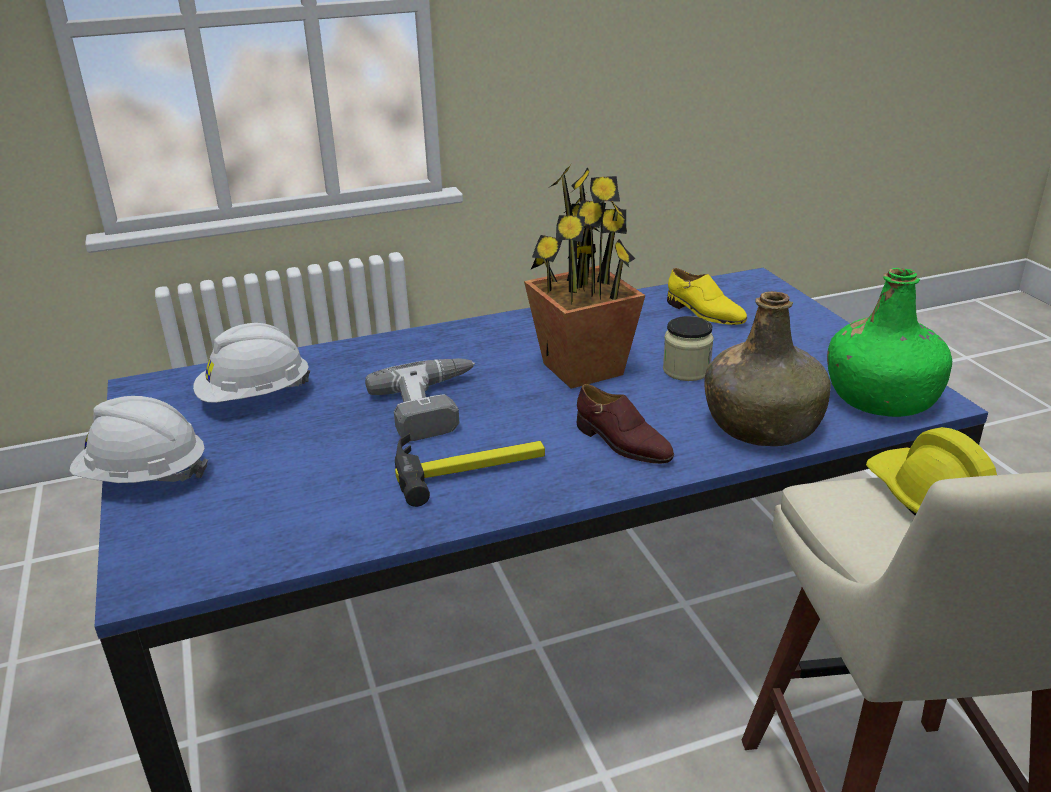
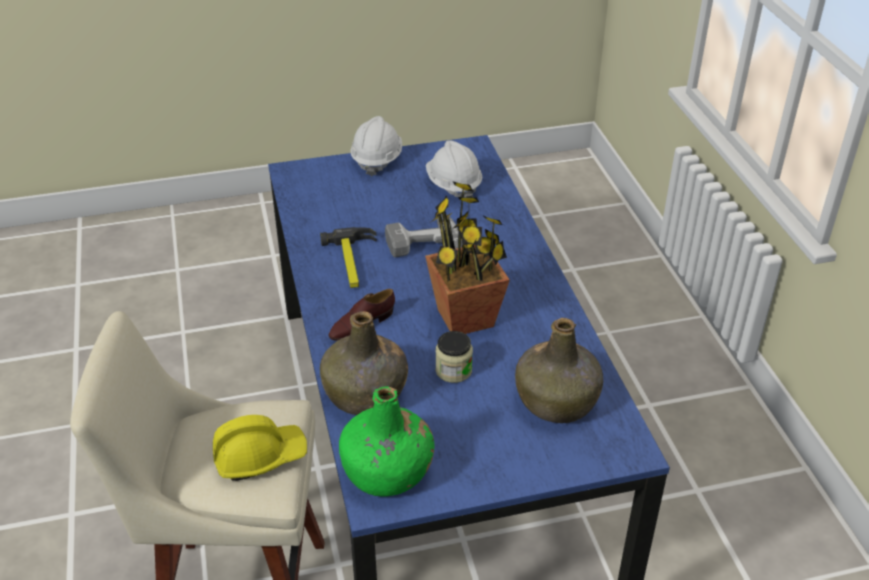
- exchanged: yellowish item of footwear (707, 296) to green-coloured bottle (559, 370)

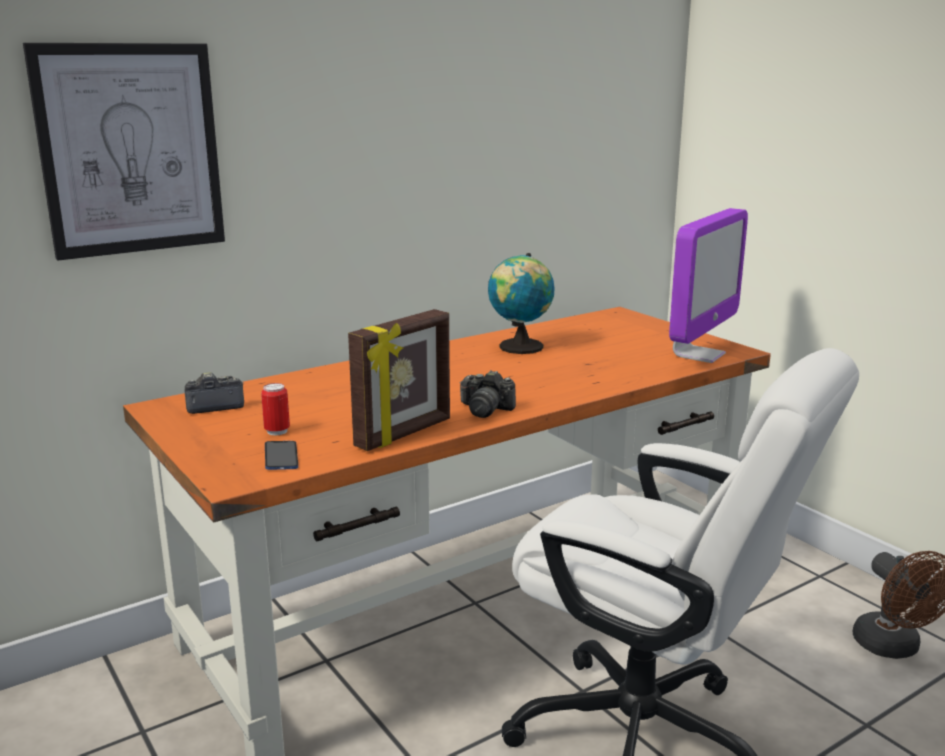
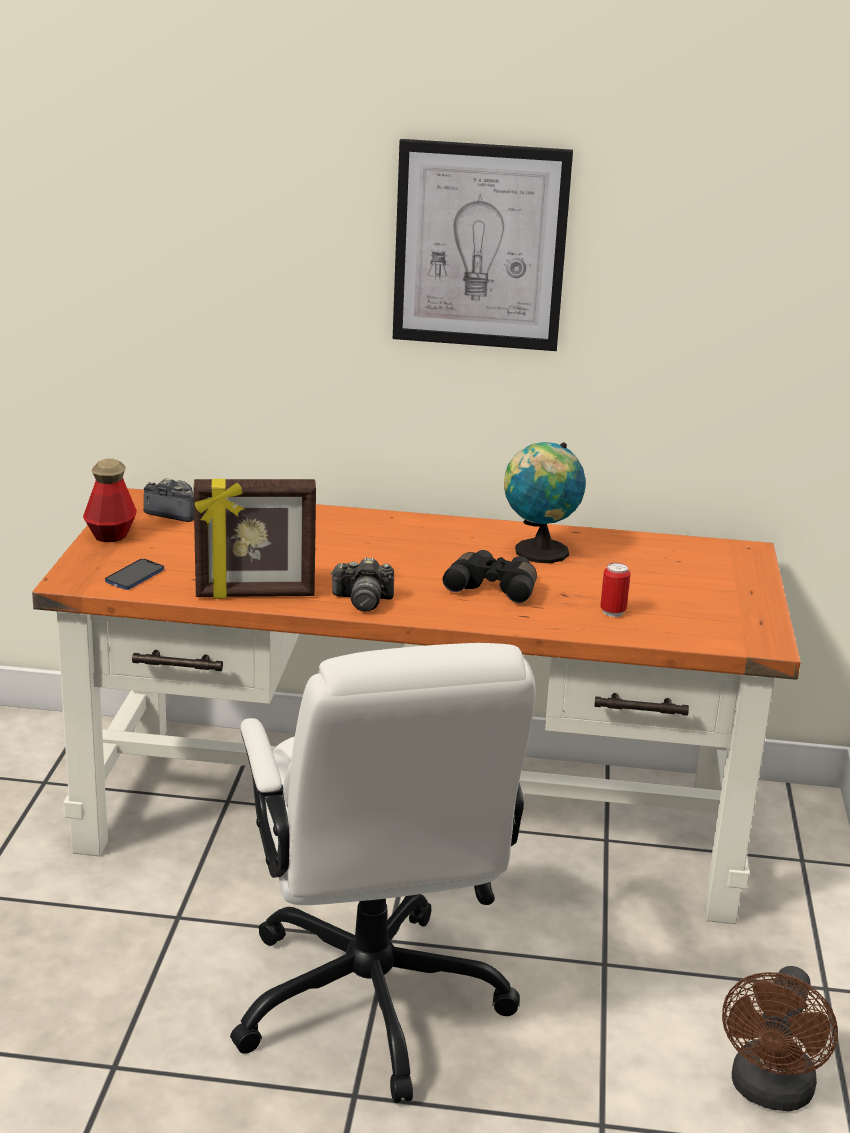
- missing: computer screen (708, 285)
- appeared: bottle (110, 500)
- appeared: black field glasses (490, 576)
- relocated: wall picture (124, 151) to (483, 245)
- relocated: sealed can (275, 409) to (615, 590)
- spun: still camera (487, 394) = (362, 584) 60 degrees counterclockwise

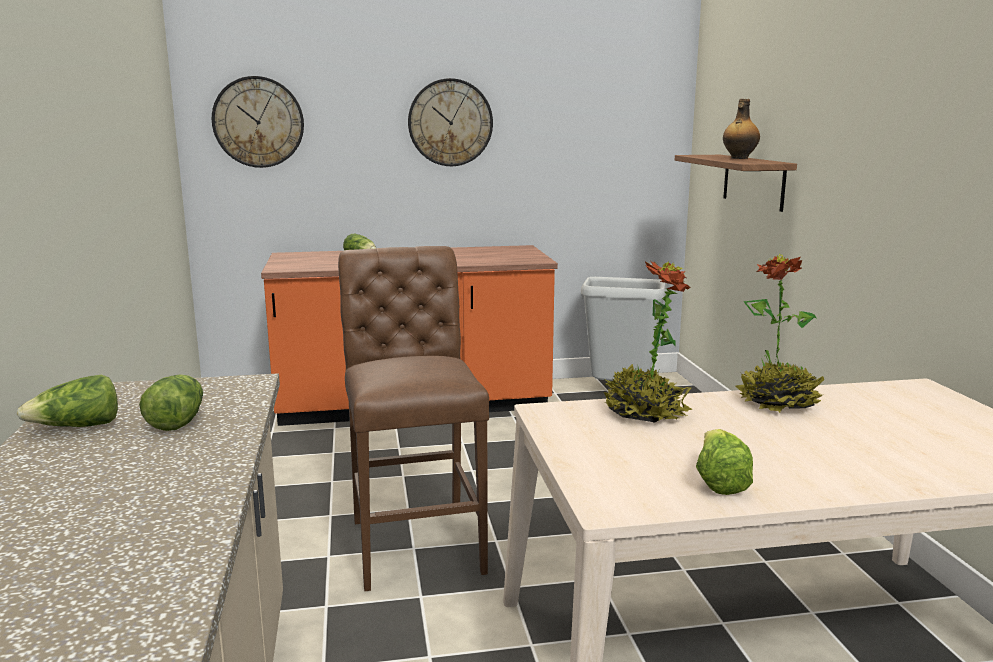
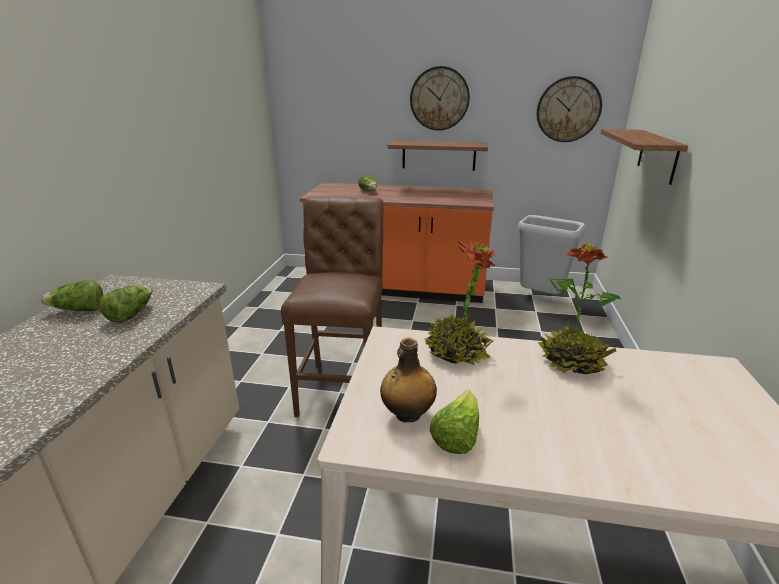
- appeared: bracket shelf (437, 155)
- relocated: wall clock (258, 122) to (569, 109)
- relocated: bottle (741, 129) to (408, 380)

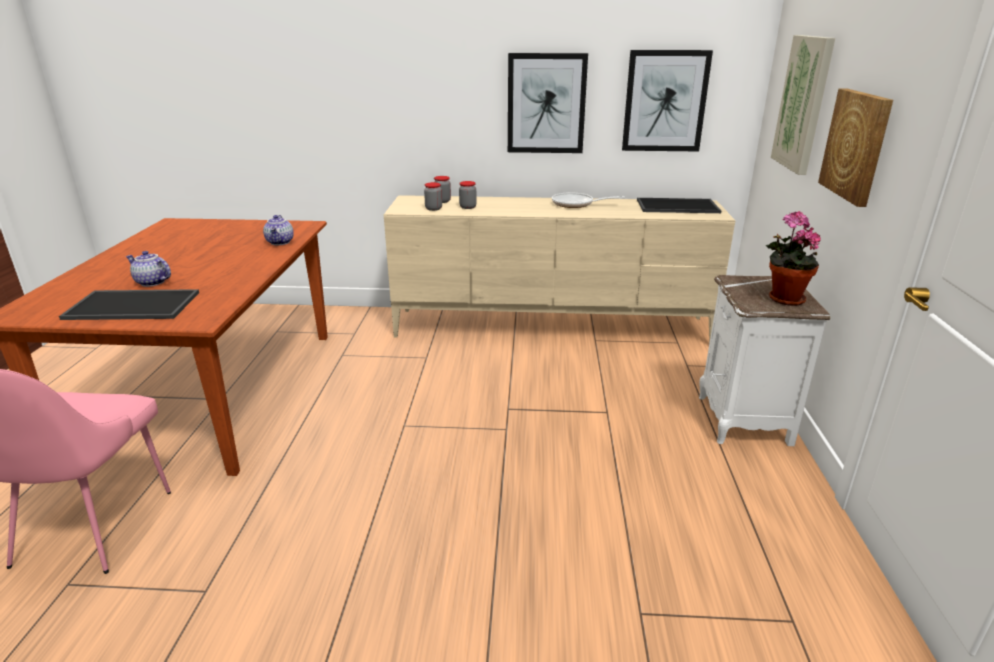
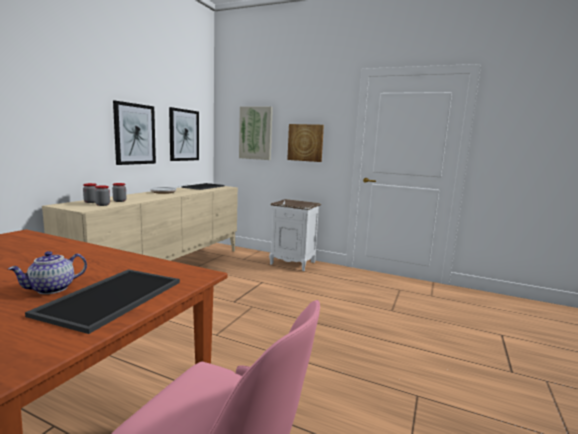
- missing: tea pot (278, 230)
- missing: houseplant (793, 258)

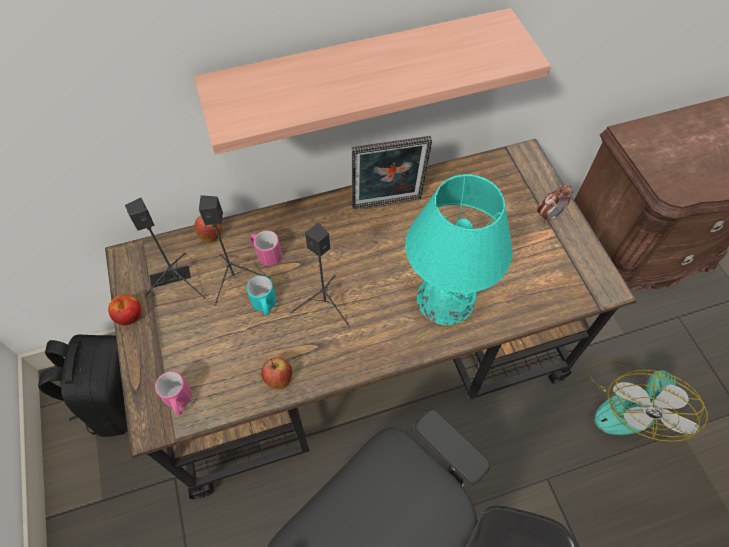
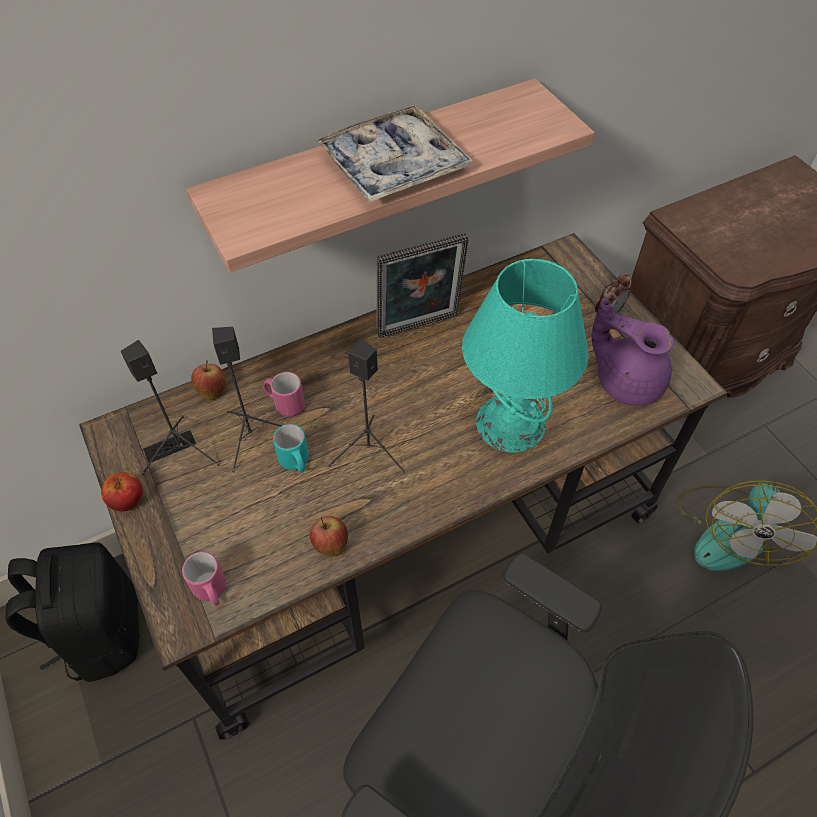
- appeared: serving tray (394, 153)
- appeared: purplish tea pot (632, 352)

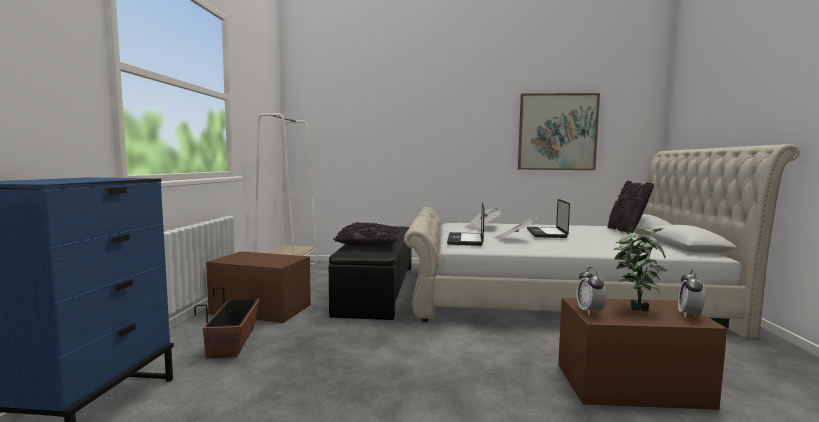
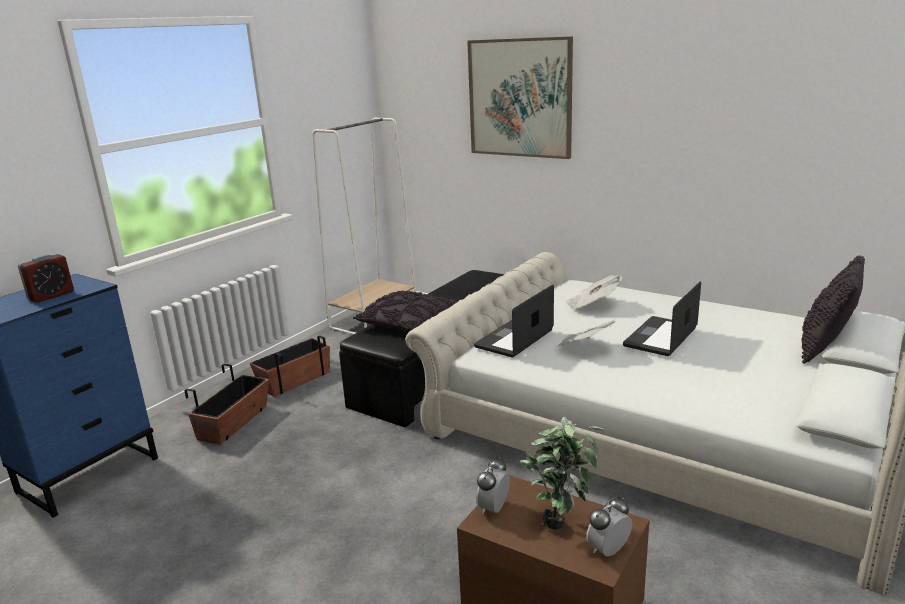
- appeared: bedside clock (46, 278)
- relocated: wall picture (559, 131) to (520, 97)
- exchanged: brown storage box (258, 287) to plant pot (290, 366)

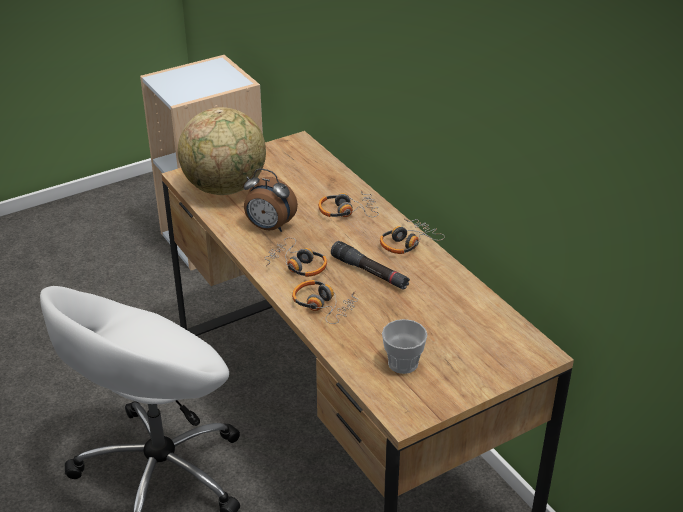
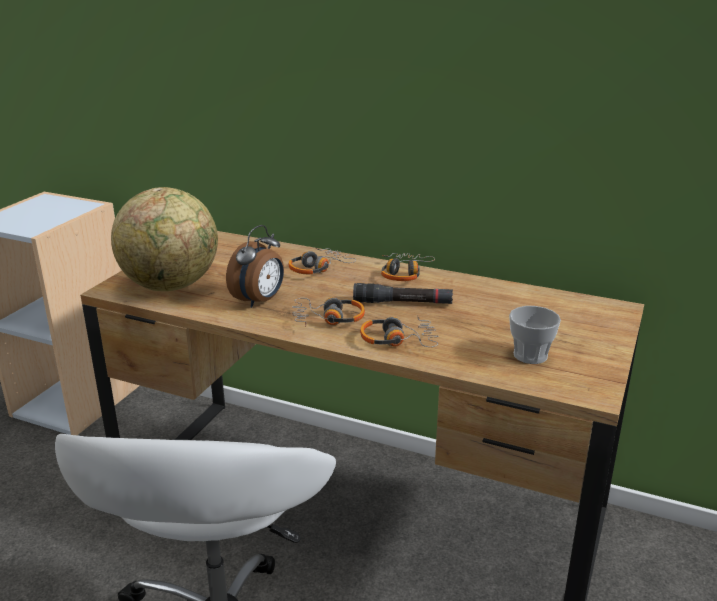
- spun: bedside clock (271, 200) = (255, 266) 45 degrees counterclockwise

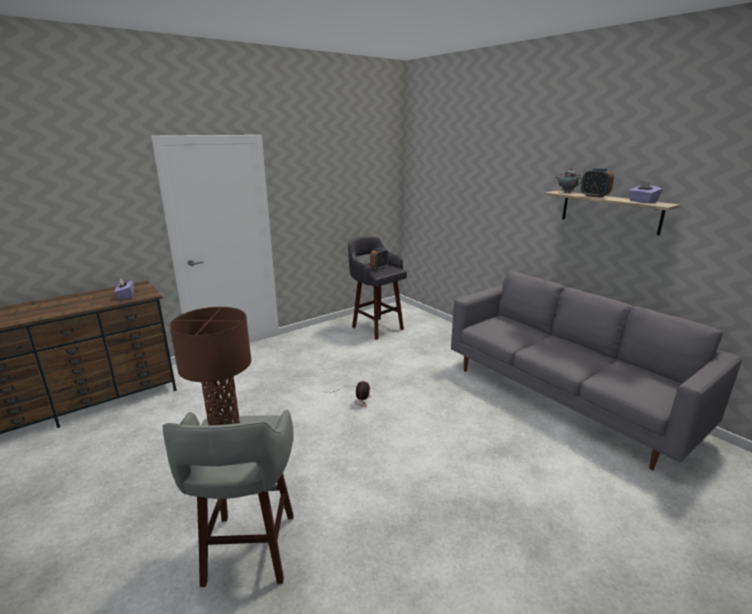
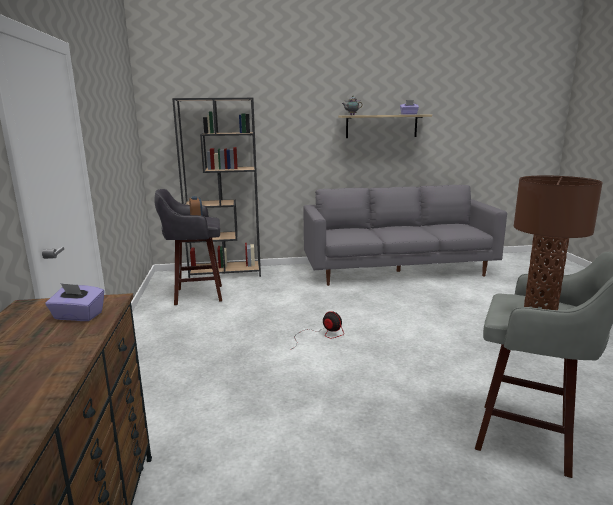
- missing: bedside clock (597, 183)
- appeared: bookcase (216, 188)

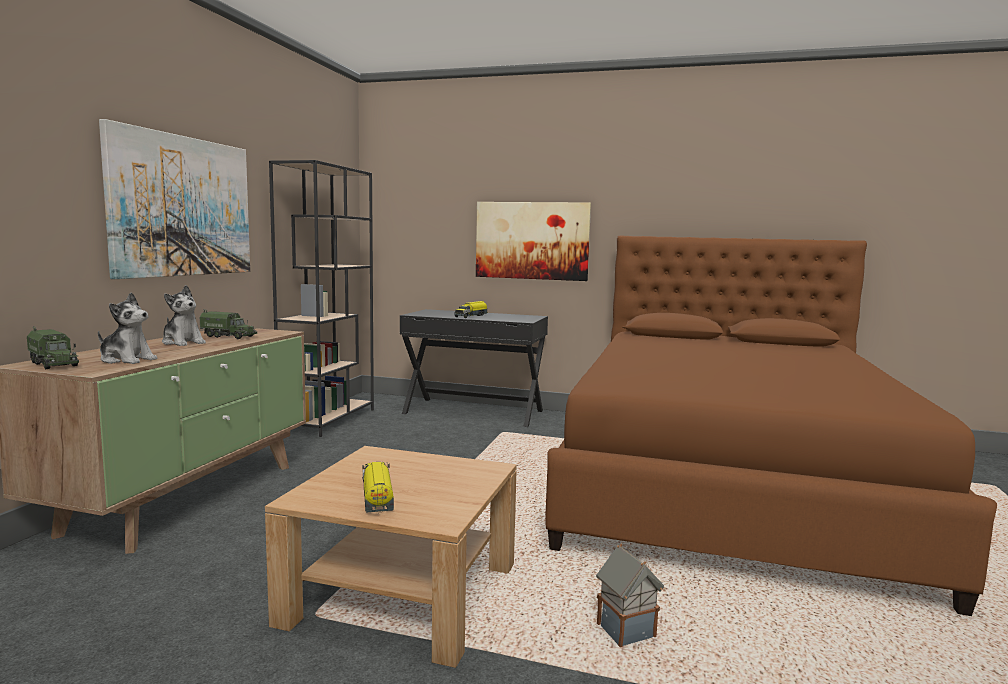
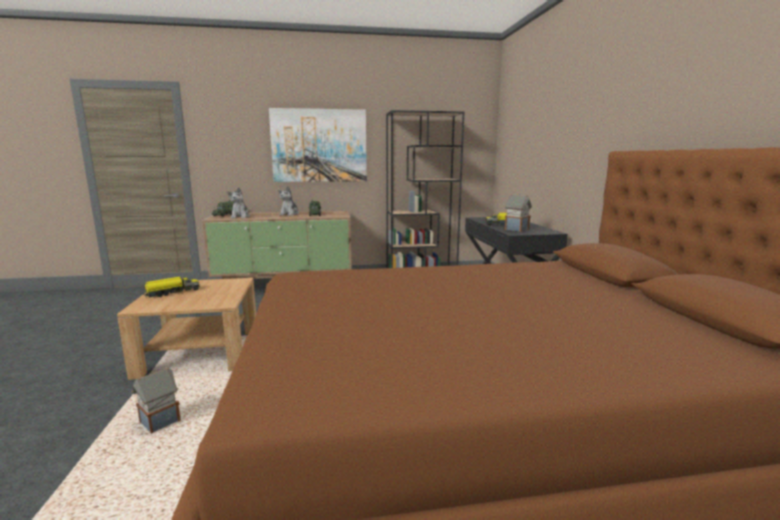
- missing: wall picture (533, 241)
- appeared: miniature house (518, 213)

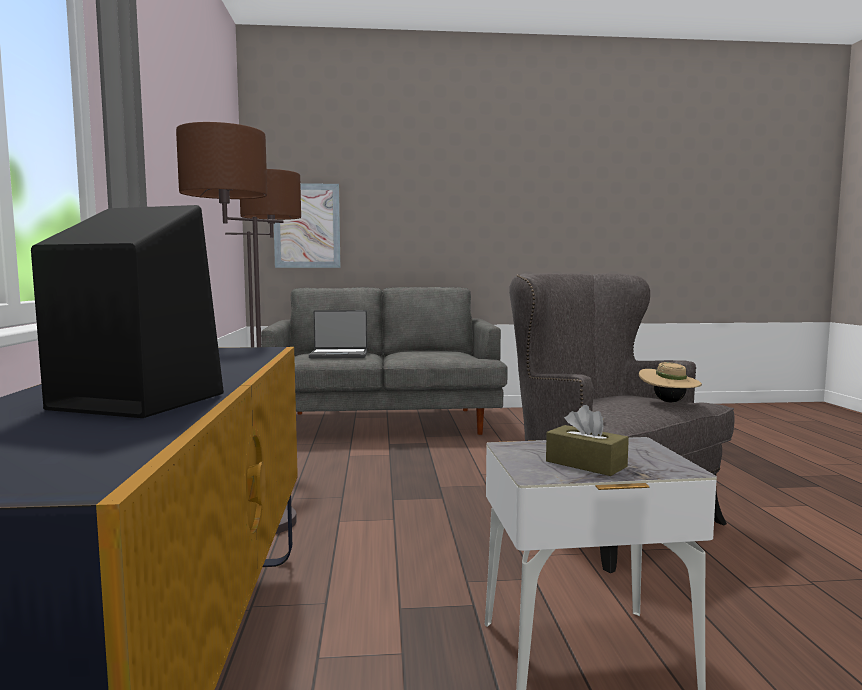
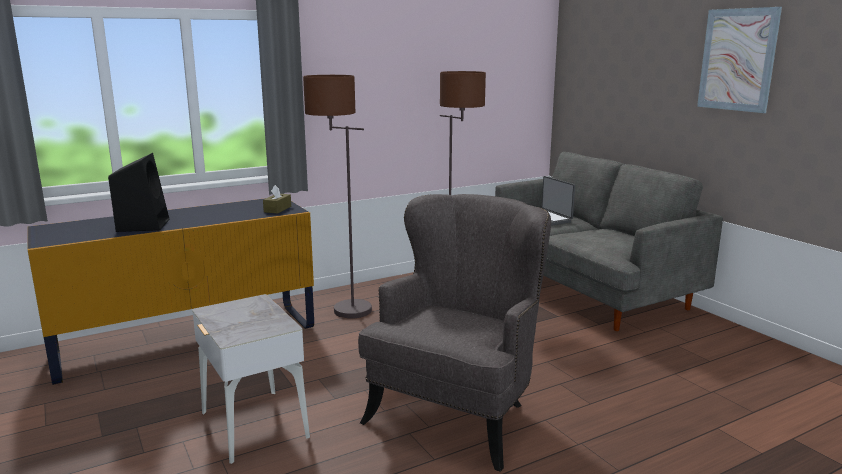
- missing: sand-coloured wearable hat (670, 382)
- relocated: wall picture (307, 225) to (739, 60)
- relocated: brown tissue holder (587, 440) to (277, 199)

